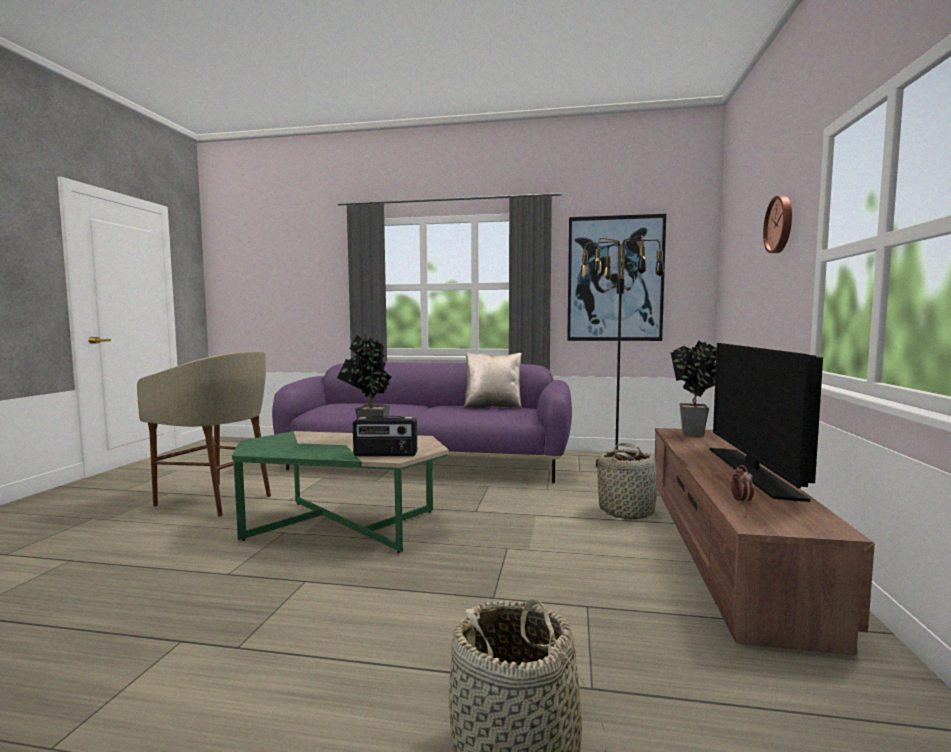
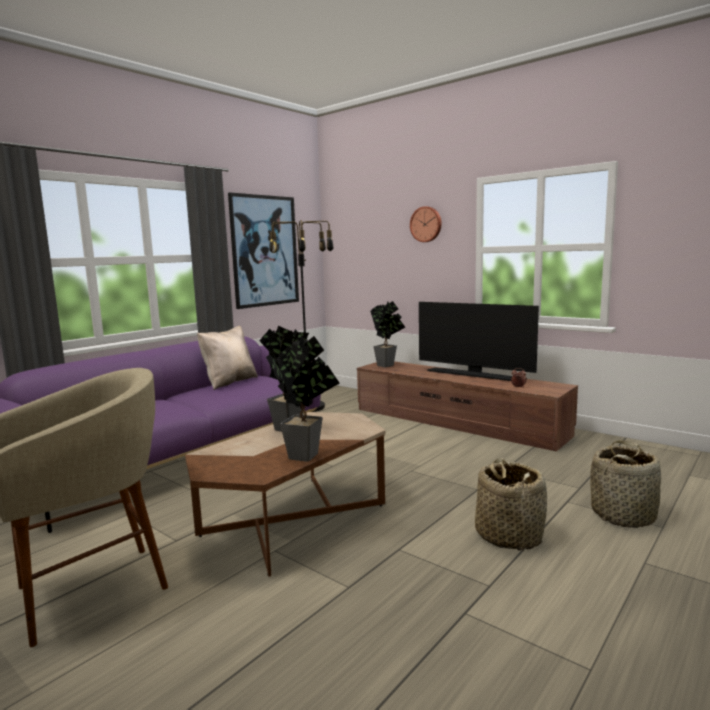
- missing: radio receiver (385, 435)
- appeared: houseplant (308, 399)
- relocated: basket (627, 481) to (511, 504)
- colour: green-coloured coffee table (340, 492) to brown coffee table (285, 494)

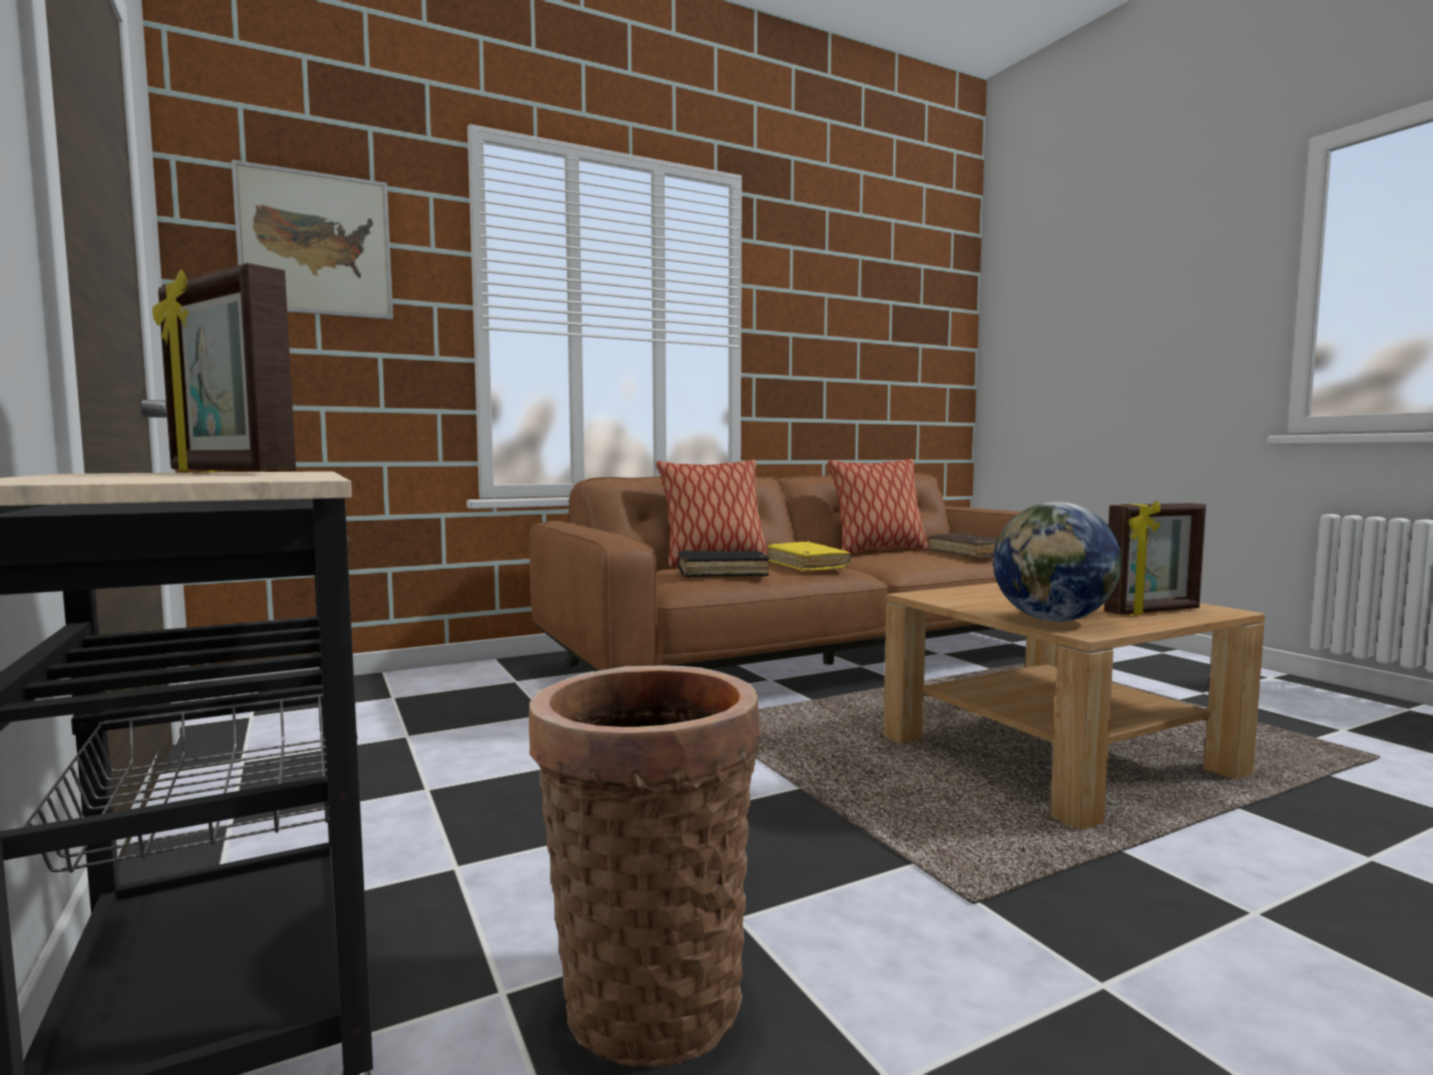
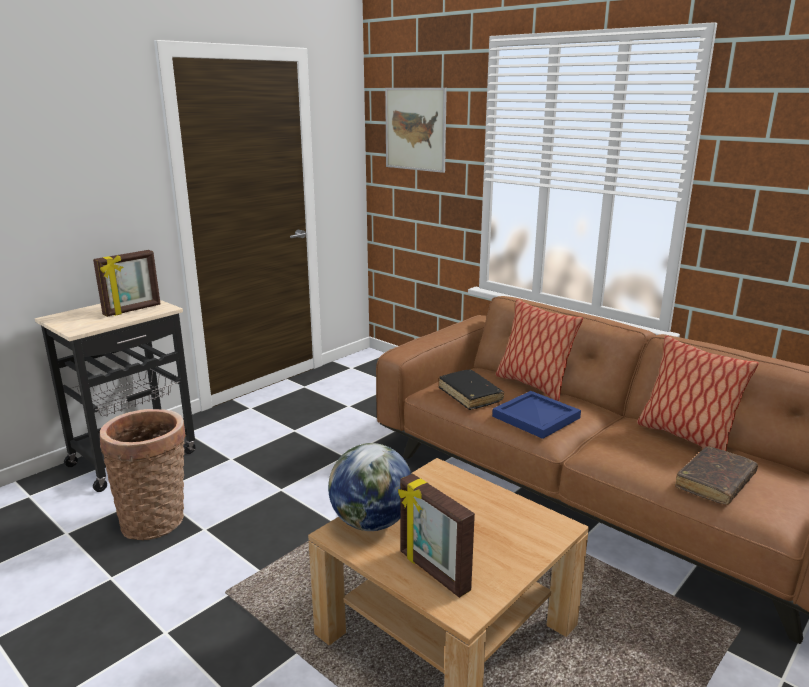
- exchanged: yellowish volume (809, 556) to blue serving tray (536, 415)
- spun: photo frame (224, 368) = (127, 283) 150 degrees counterclockwise

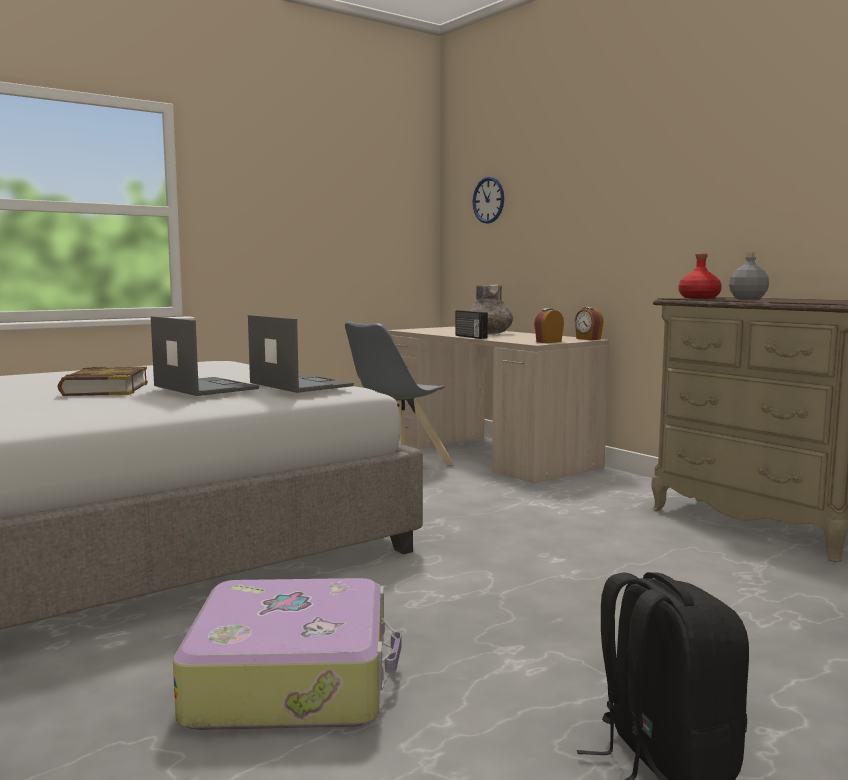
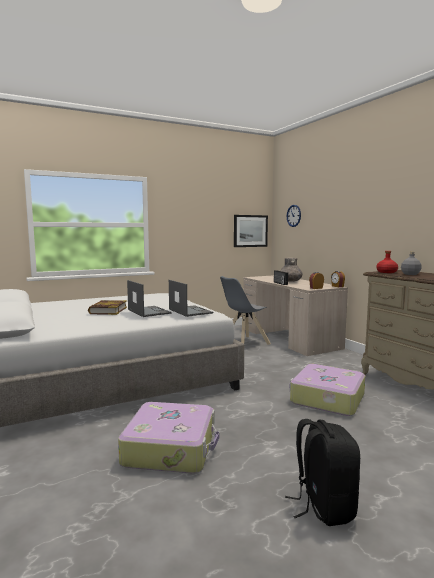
- appeared: wall picture (251, 231)
- appeared: suitcase (327, 390)

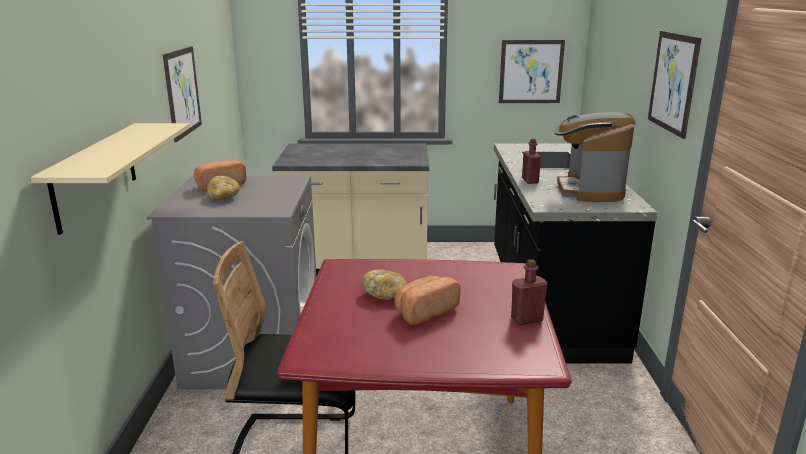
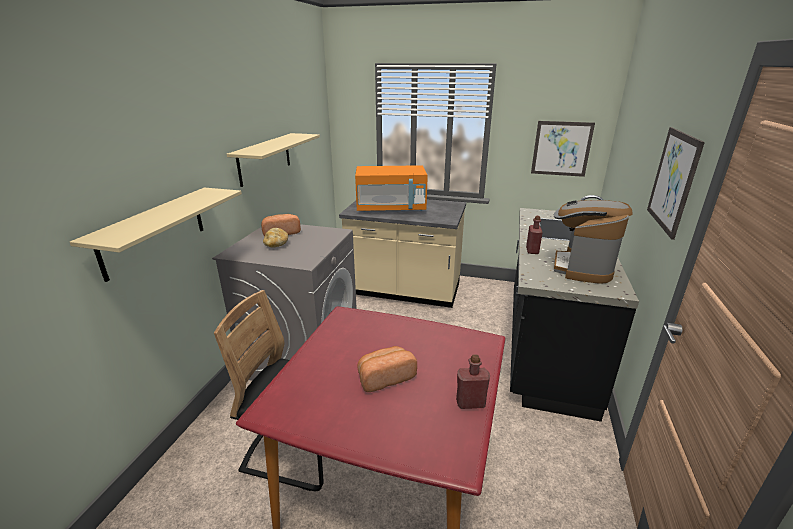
- missing: baked bread (385, 284)
- appeared: orangey microwave (391, 189)
- exchanged: wall picture (182, 94) to sand-coloured bracket shelf (273, 160)

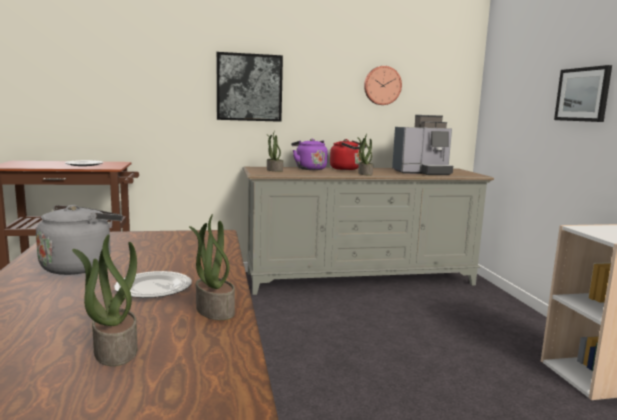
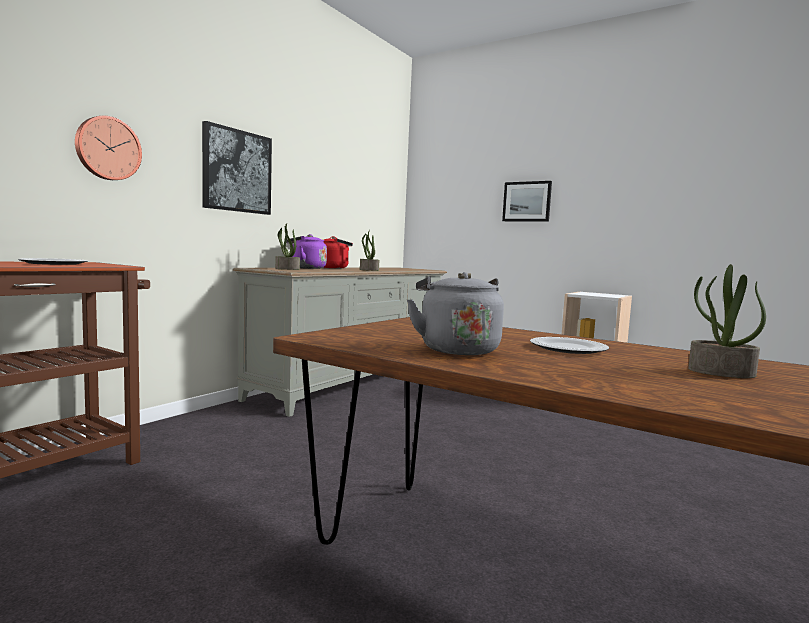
- missing: houseplant (212, 267)
- missing: coffee brewer (422, 145)
- relocated: wall clock (383, 85) to (108, 148)

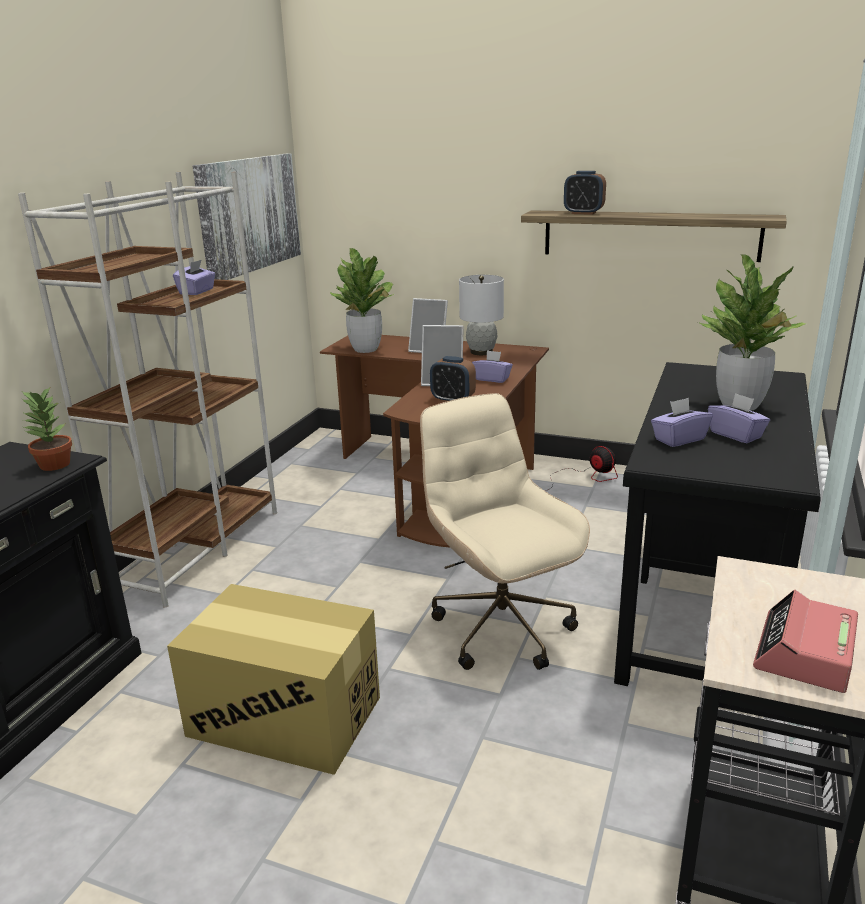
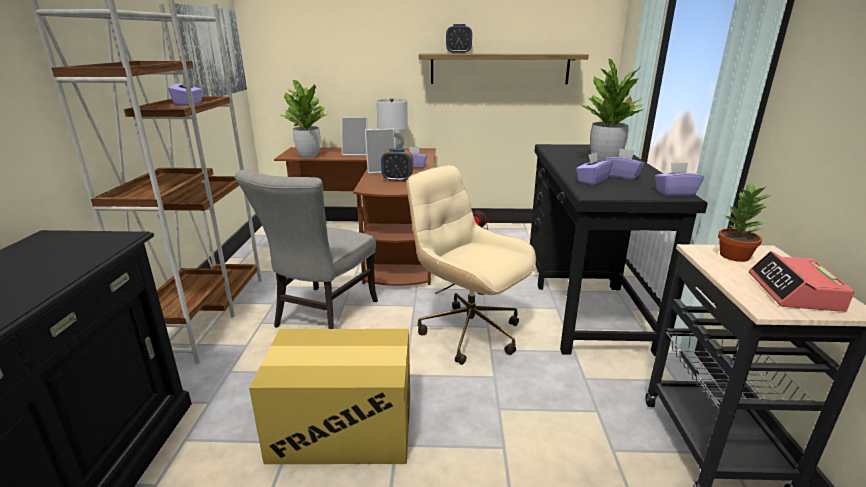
- appeared: gray chair (306, 249)
- appeared: purplish tissue holder (679, 179)
- relocated: houseplant (47, 428) to (745, 222)

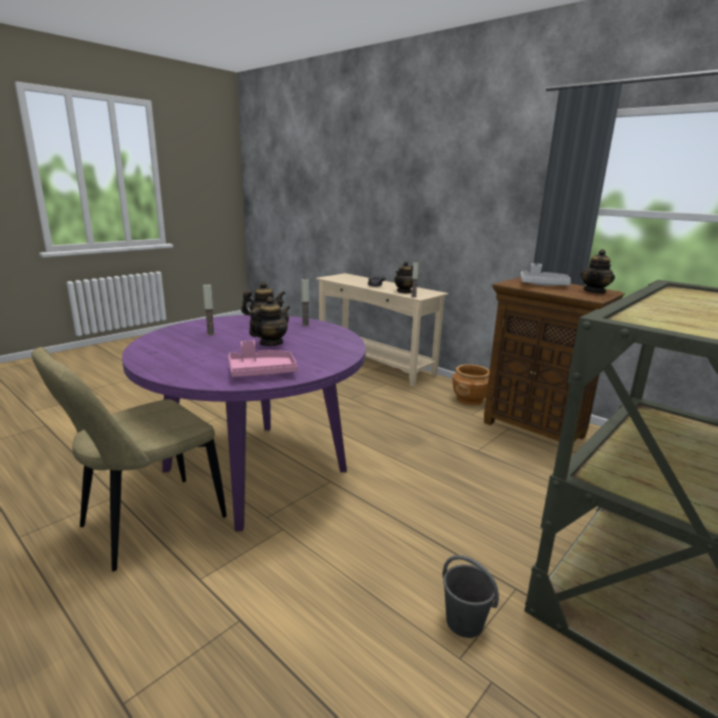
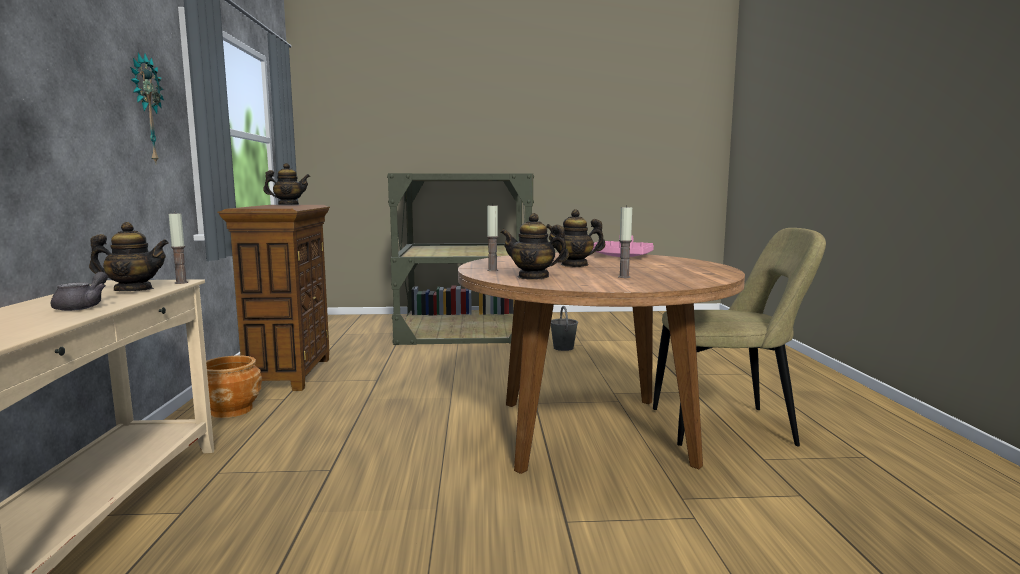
- missing: gray serving tray (545, 274)
- appeared: wall clock (147, 108)
- colour: purplish dining table (244, 423) to brown dining table (601, 363)

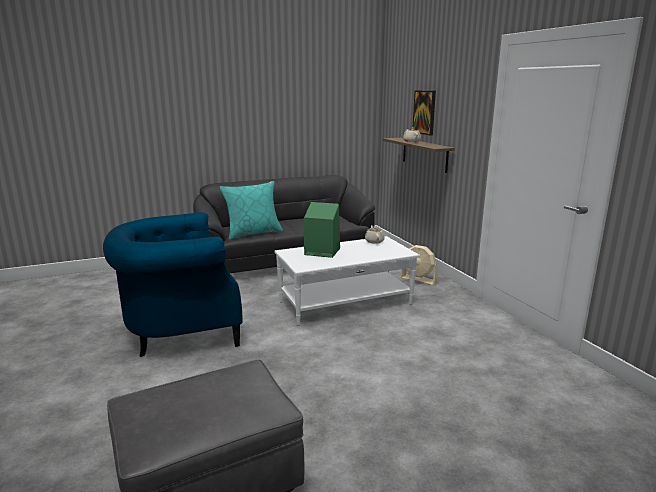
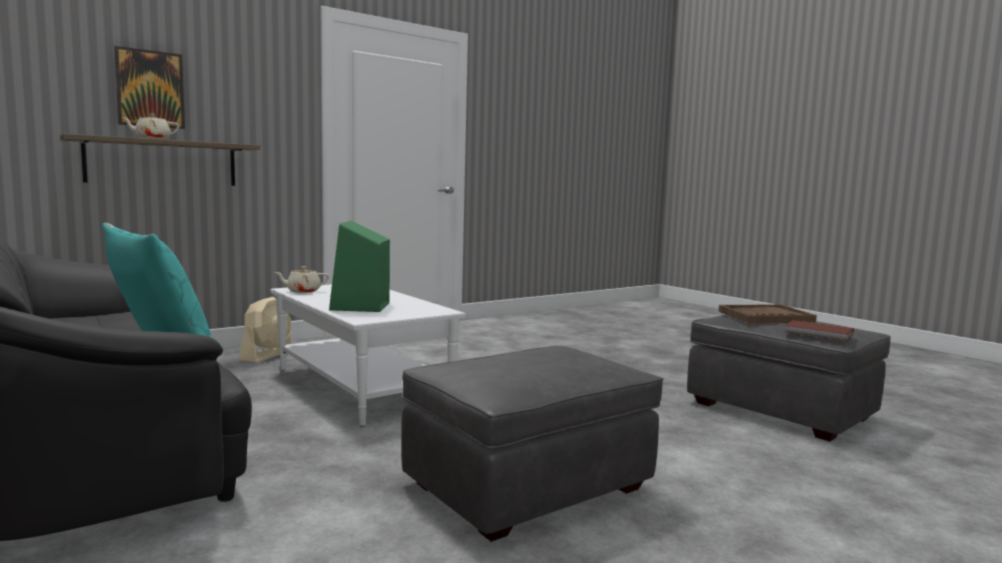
- appeared: brown serving tray (767, 314)
- appeared: brown volume (819, 330)
- exchanged: blue lounge chair (173, 284) to gray footrest (532, 444)

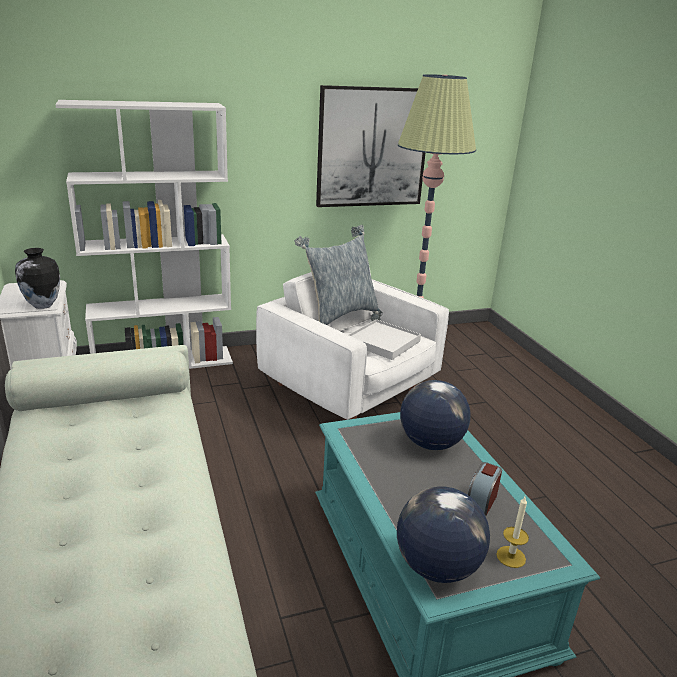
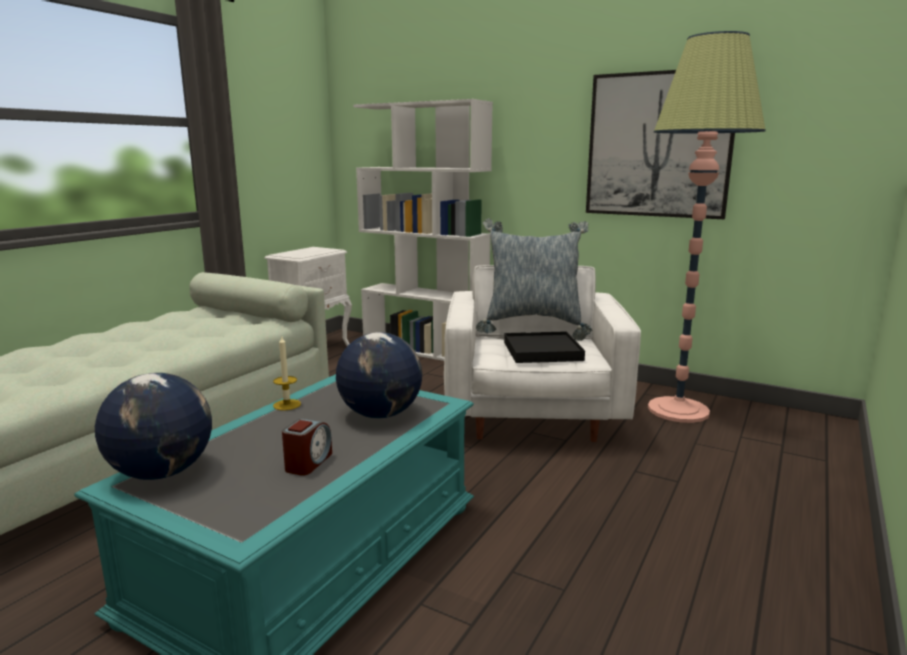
- missing: decorative vase (37, 278)
- relocated: wax candle (512, 532) to (287, 372)
- colour: whitish serving tray (385, 339) to black serving tray (544, 347)
- spun: bedside clock (485, 489) = (307, 447) 120 degrees clockwise

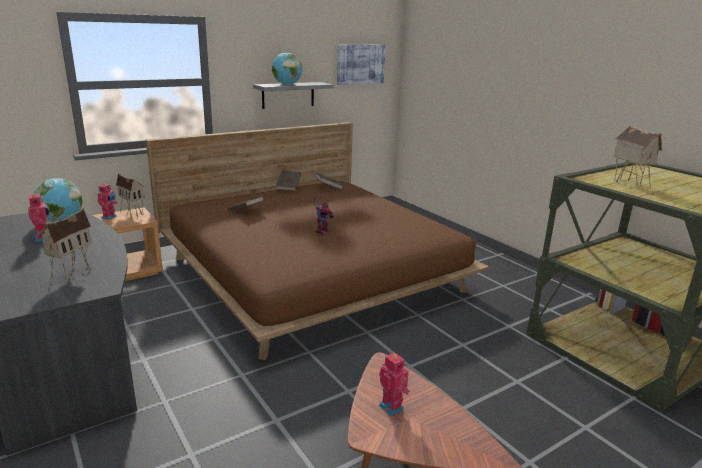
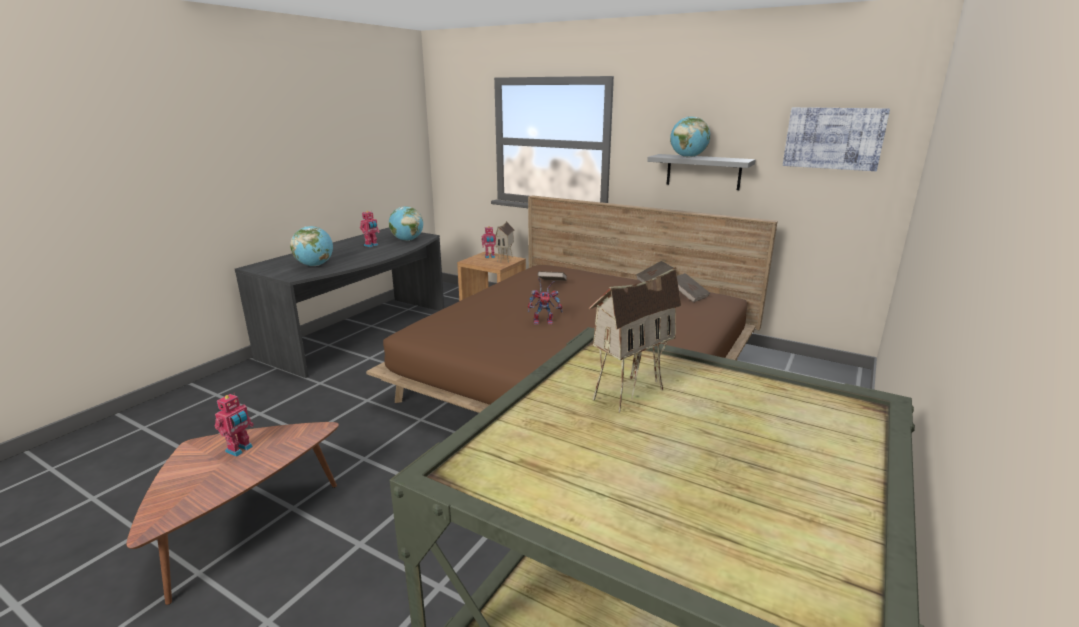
- exchanged: miniature house (64, 246) to world globe (311, 246)

